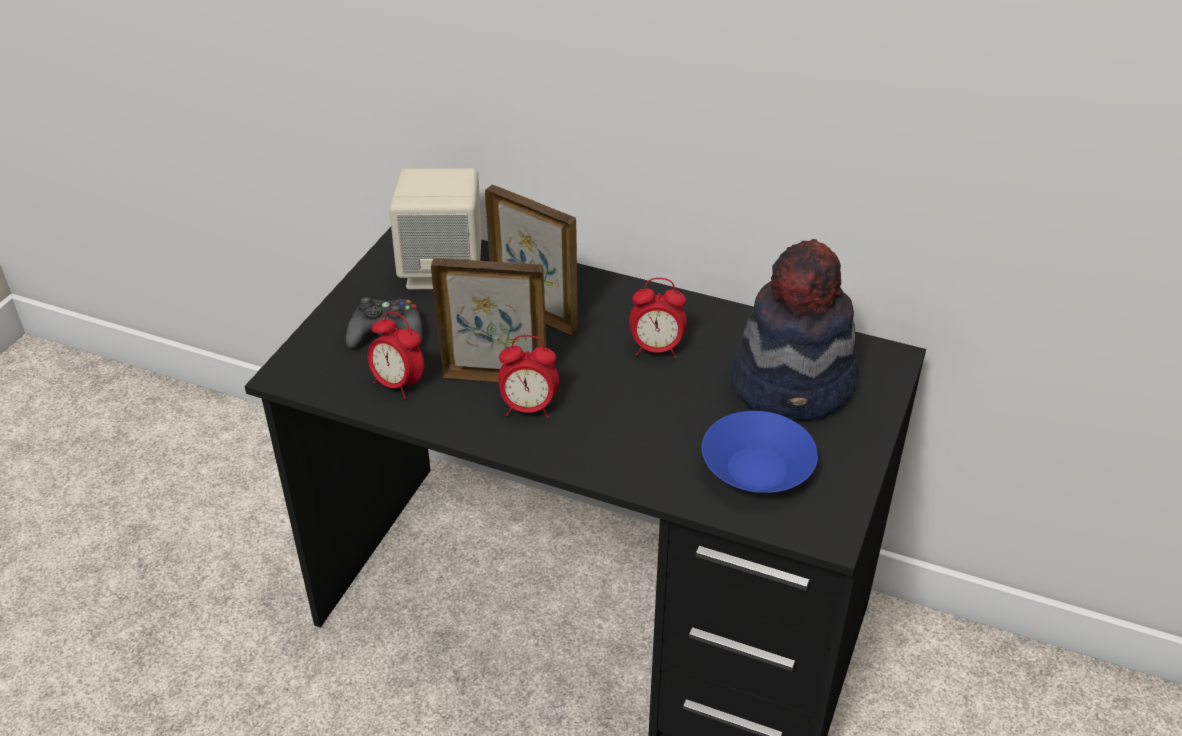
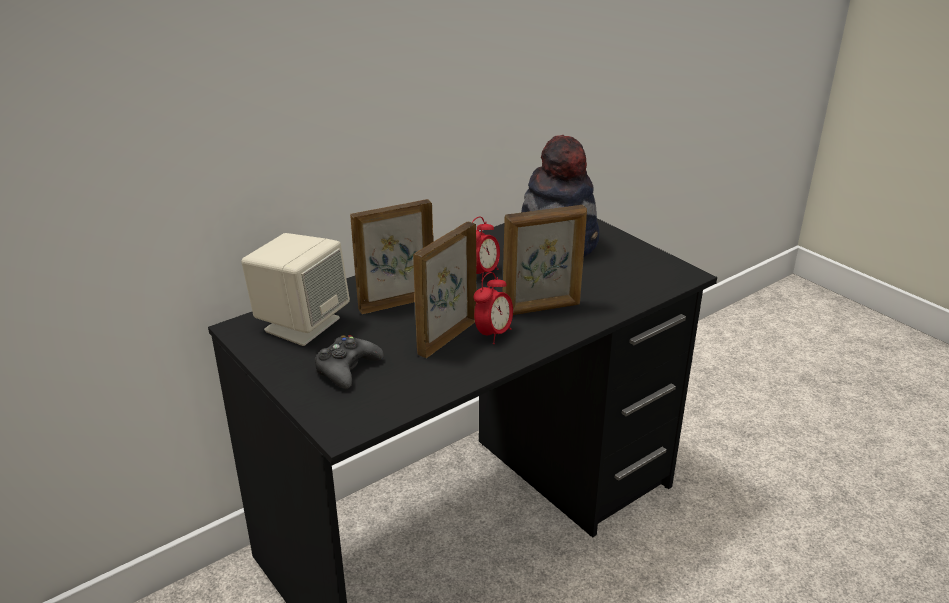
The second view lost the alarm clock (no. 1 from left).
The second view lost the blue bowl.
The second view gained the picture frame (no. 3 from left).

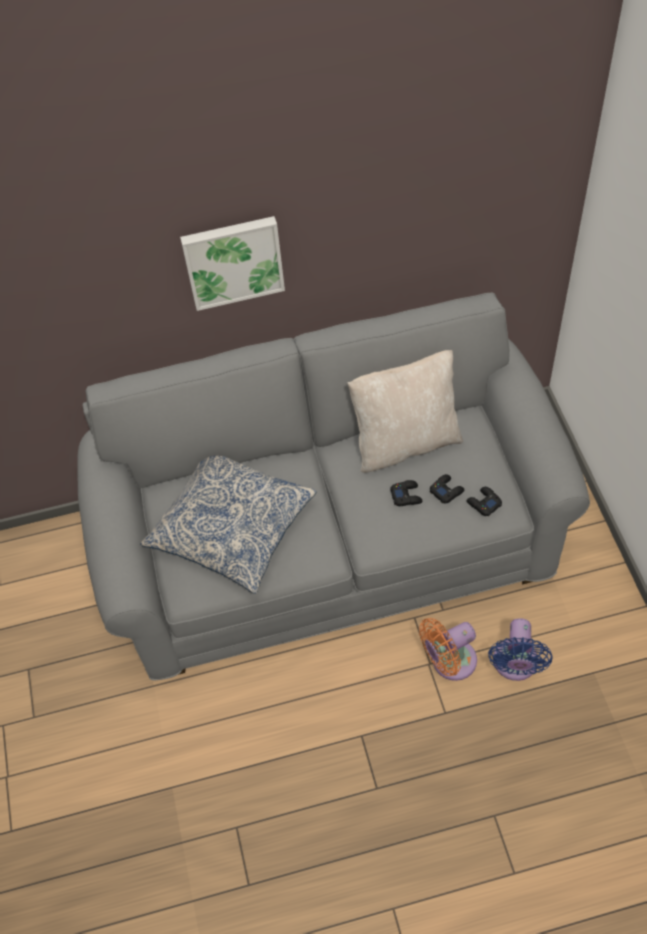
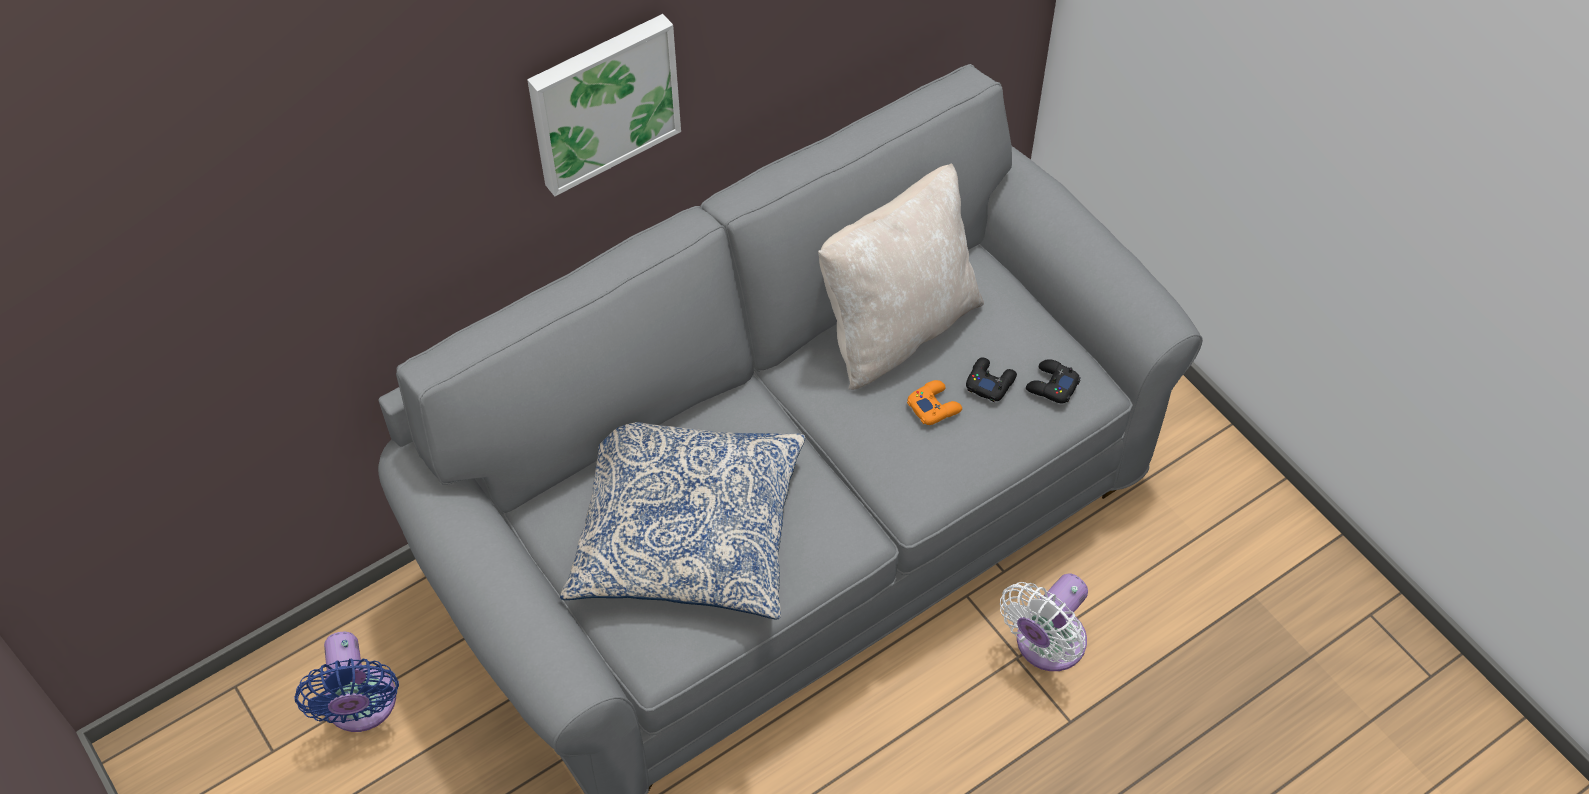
The blue fan ended up elsewhere.
What was the black game controller (no. 1 from left) turned into the orange game controller.
What was the orange fan turned into the white fan.

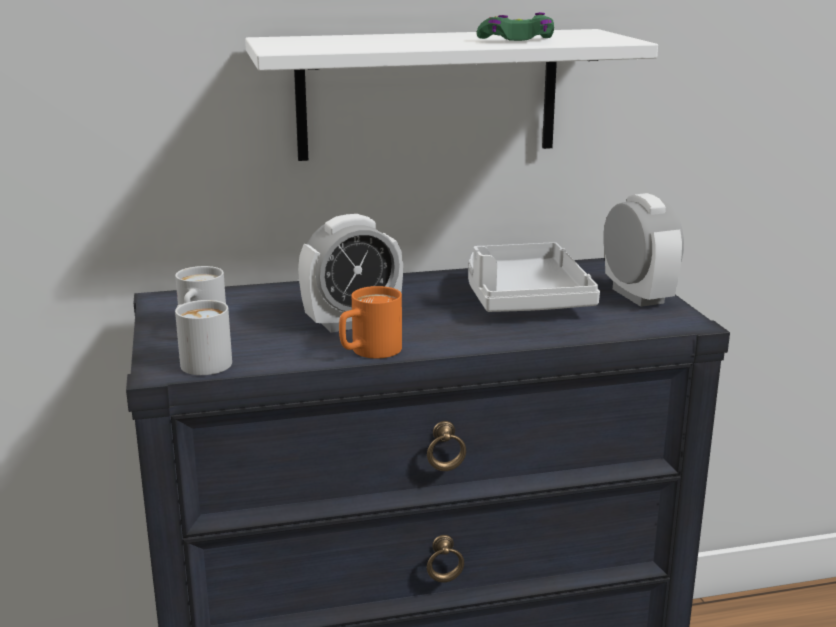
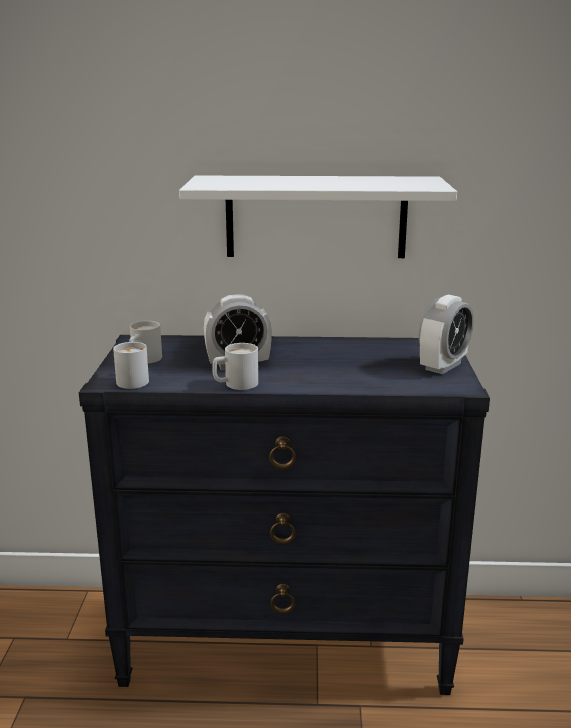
The second view lost the white tray.
The second view lost the green game controller.
What was the orange mug turned into the white mug (no. 3 from left).
The alarm clock (no. 2 from left) ended up facing another way, 45 degrees clockwise from before.

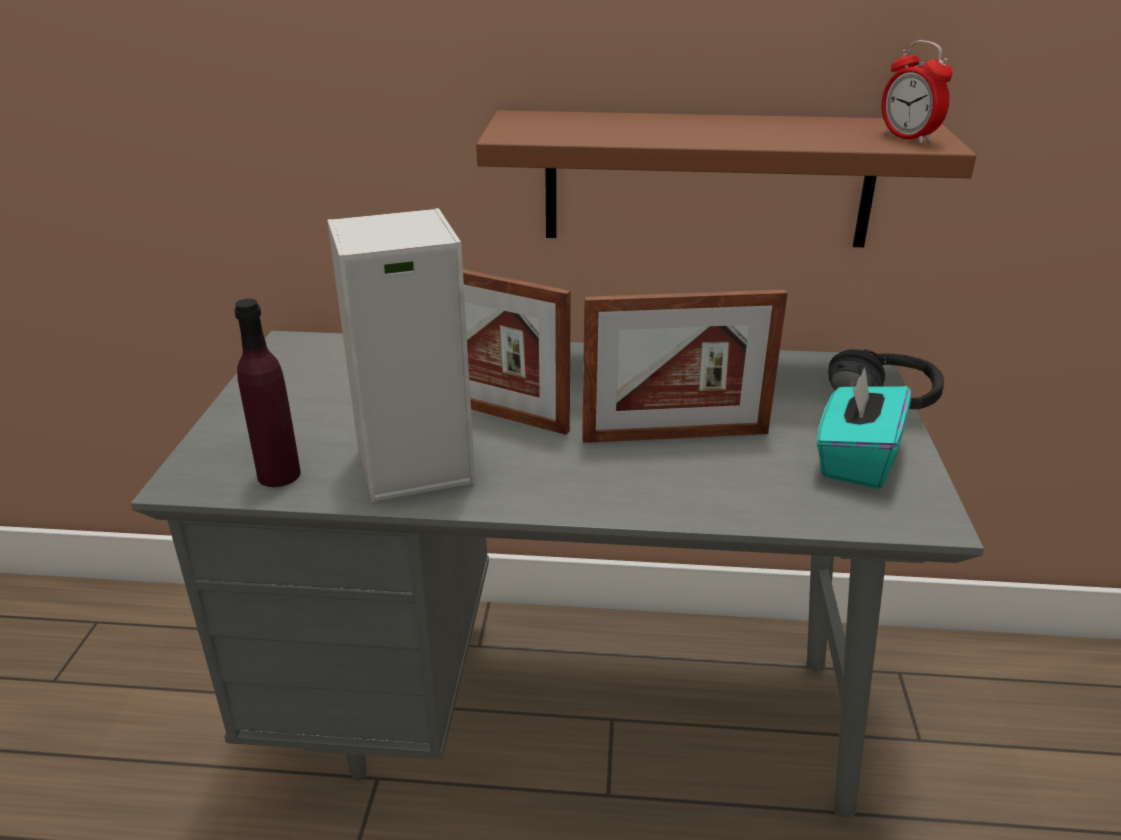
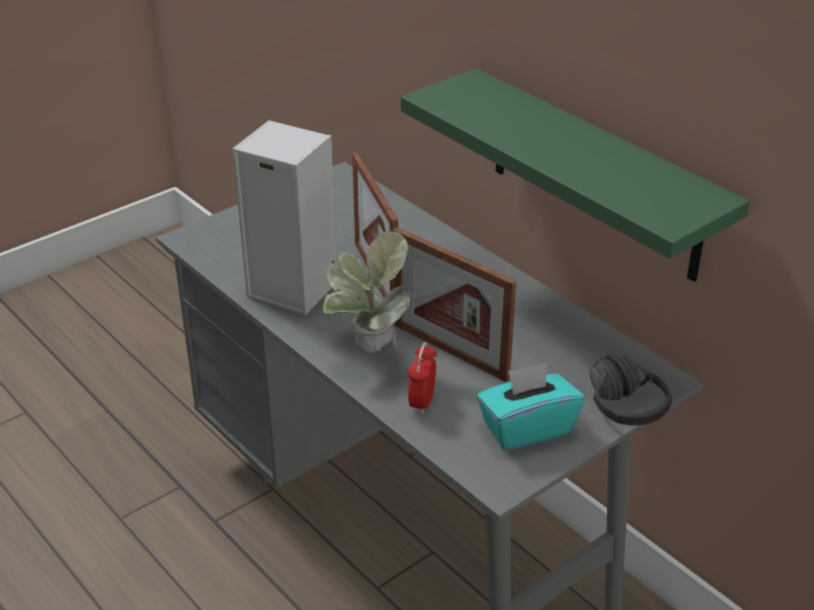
The second view lost the purple bottle.
The second view gained the potted plant.
The alarm clock ended up elsewhere.
What was the brown shelf turned into the green shelf.

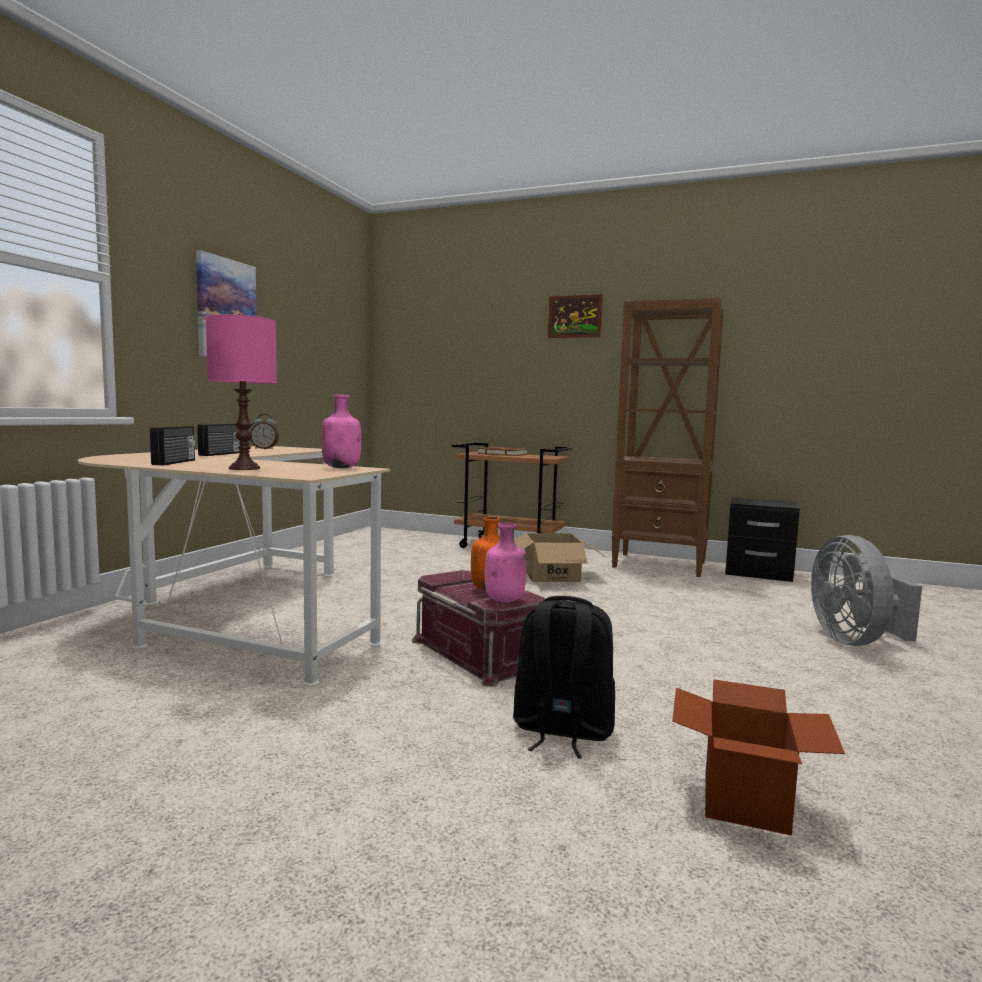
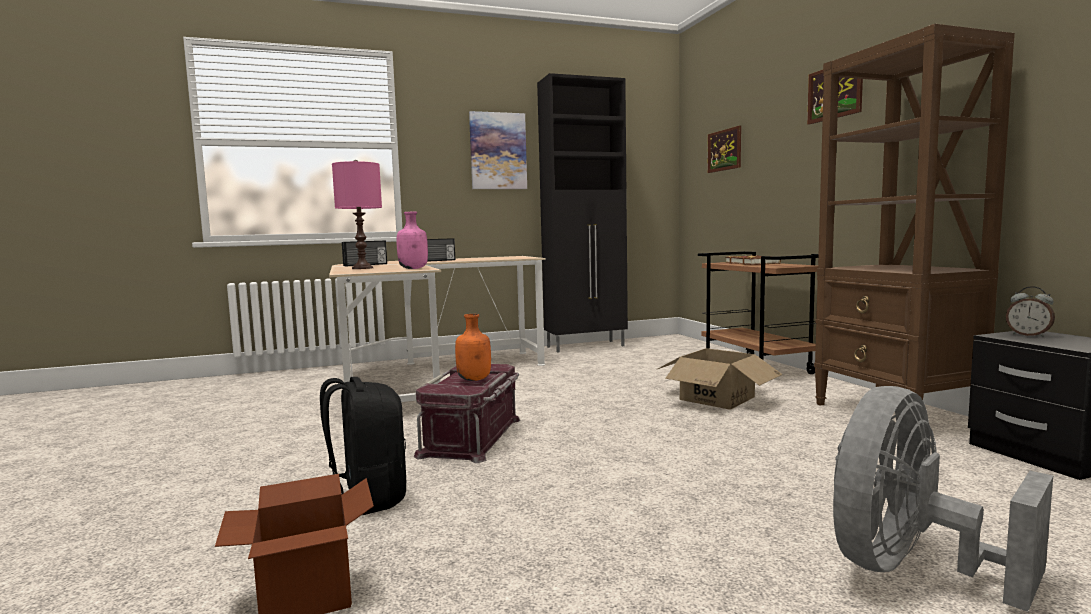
The second view lost the pink bottle (no. 2 from left).
The second view gained the black cabinet.
The second view gained the picture (no. 2 from left).
The alarm clock ended up elsewhere.

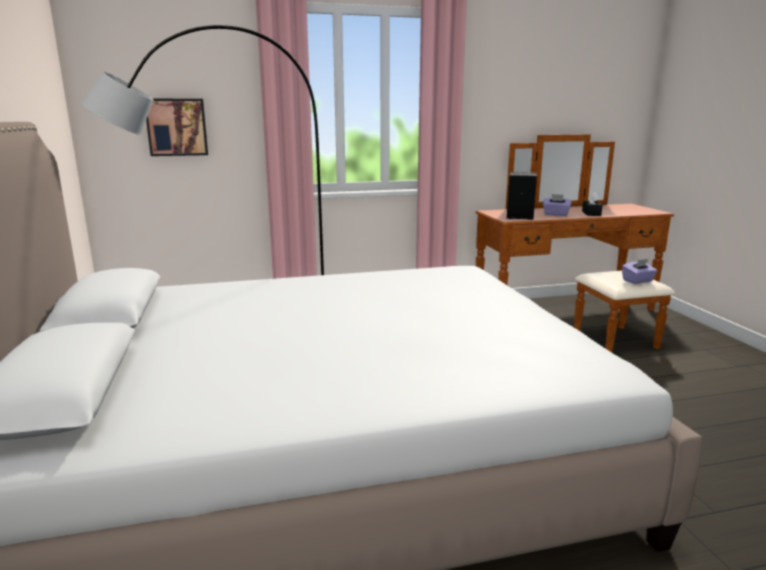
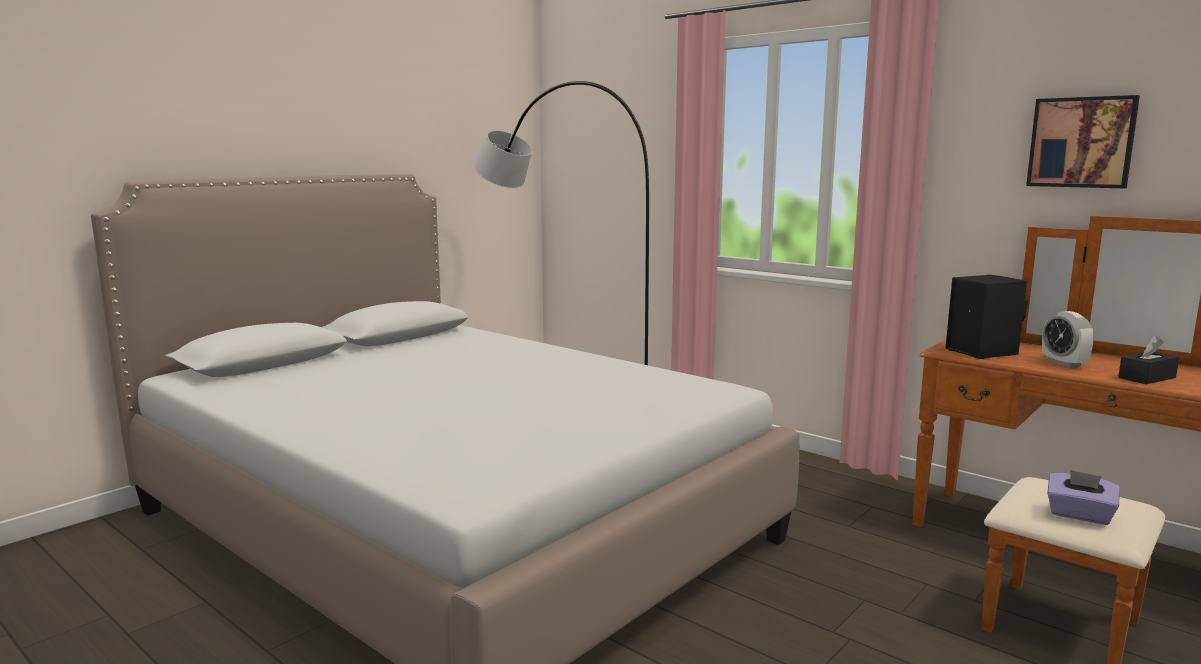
The picture ended up elsewhere.
Where the purple tissue box (no. 1 from left) stood, the alarm clock came to stand.

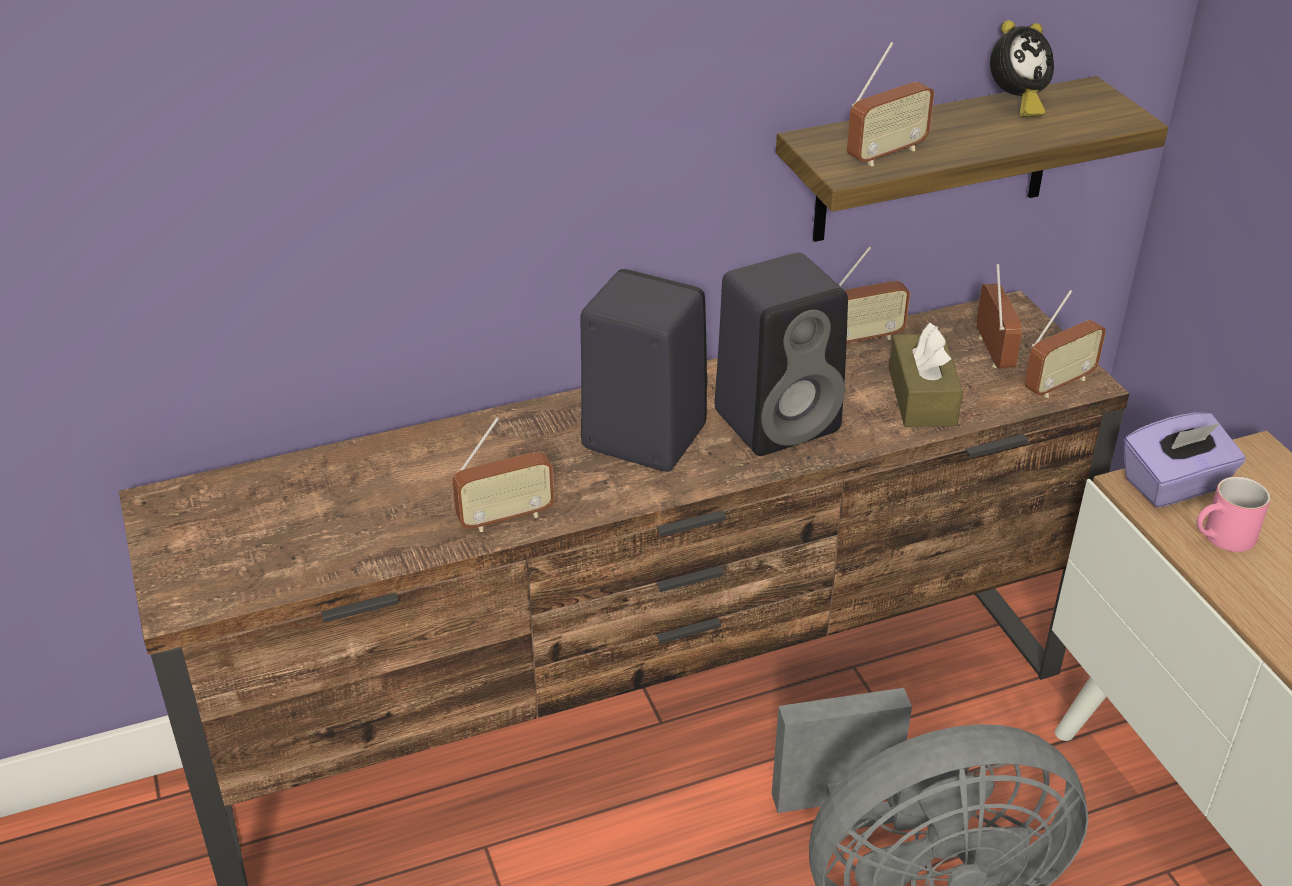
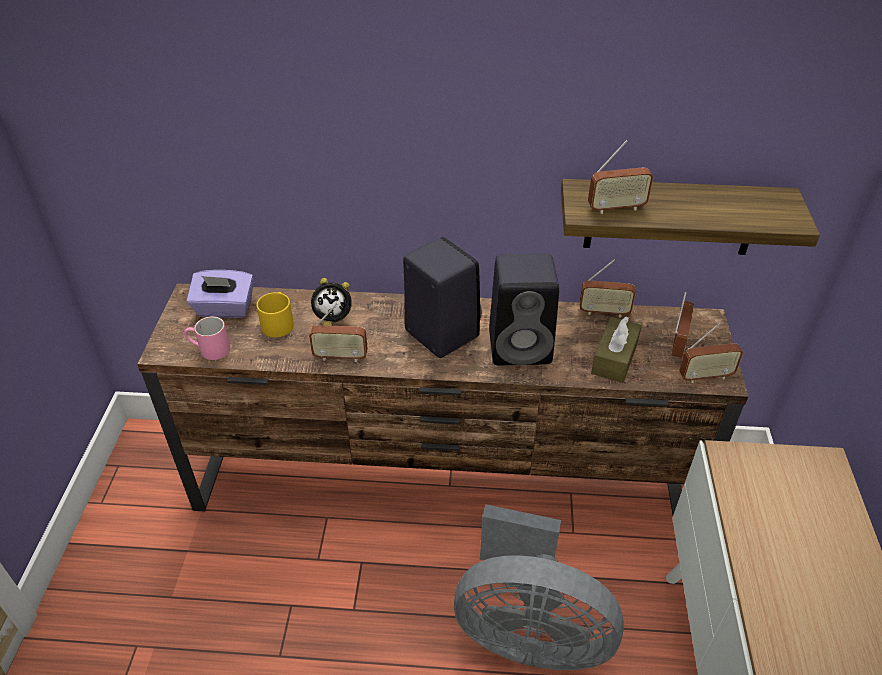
The second view gained the yellow mug.
The alarm clock ended up elsewhere.
The purple tissue box ended up elsewhere.
The pink mug ended up elsewhere.

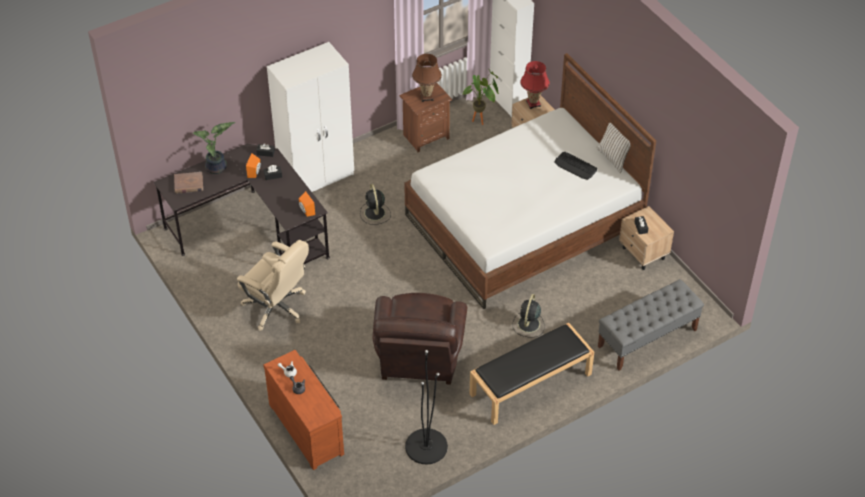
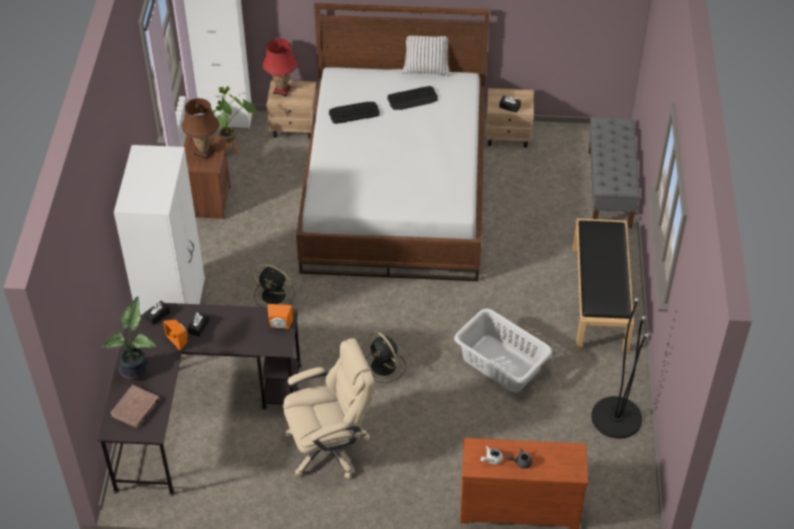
The second view gained the keyboard (no. 1 from left).
The black fan (no. 2 from left) ended up elsewhere.
Where the brown armchair stood, the grey laundry basket came to stand.

